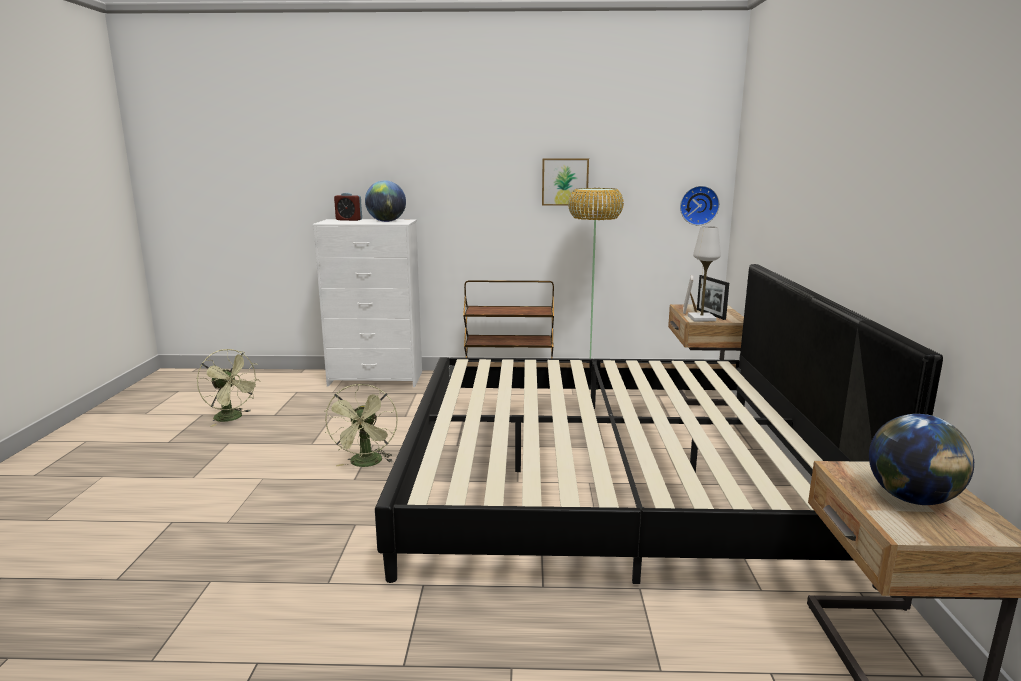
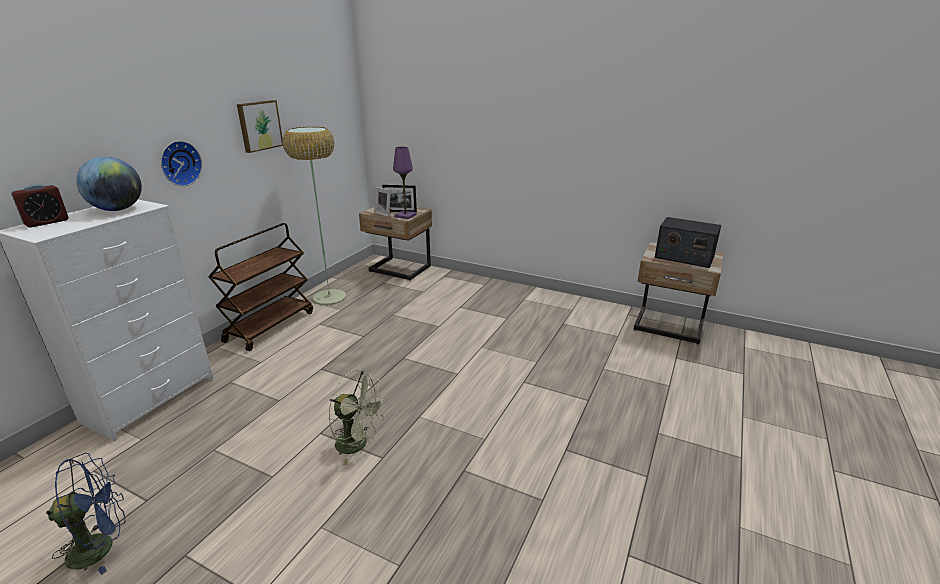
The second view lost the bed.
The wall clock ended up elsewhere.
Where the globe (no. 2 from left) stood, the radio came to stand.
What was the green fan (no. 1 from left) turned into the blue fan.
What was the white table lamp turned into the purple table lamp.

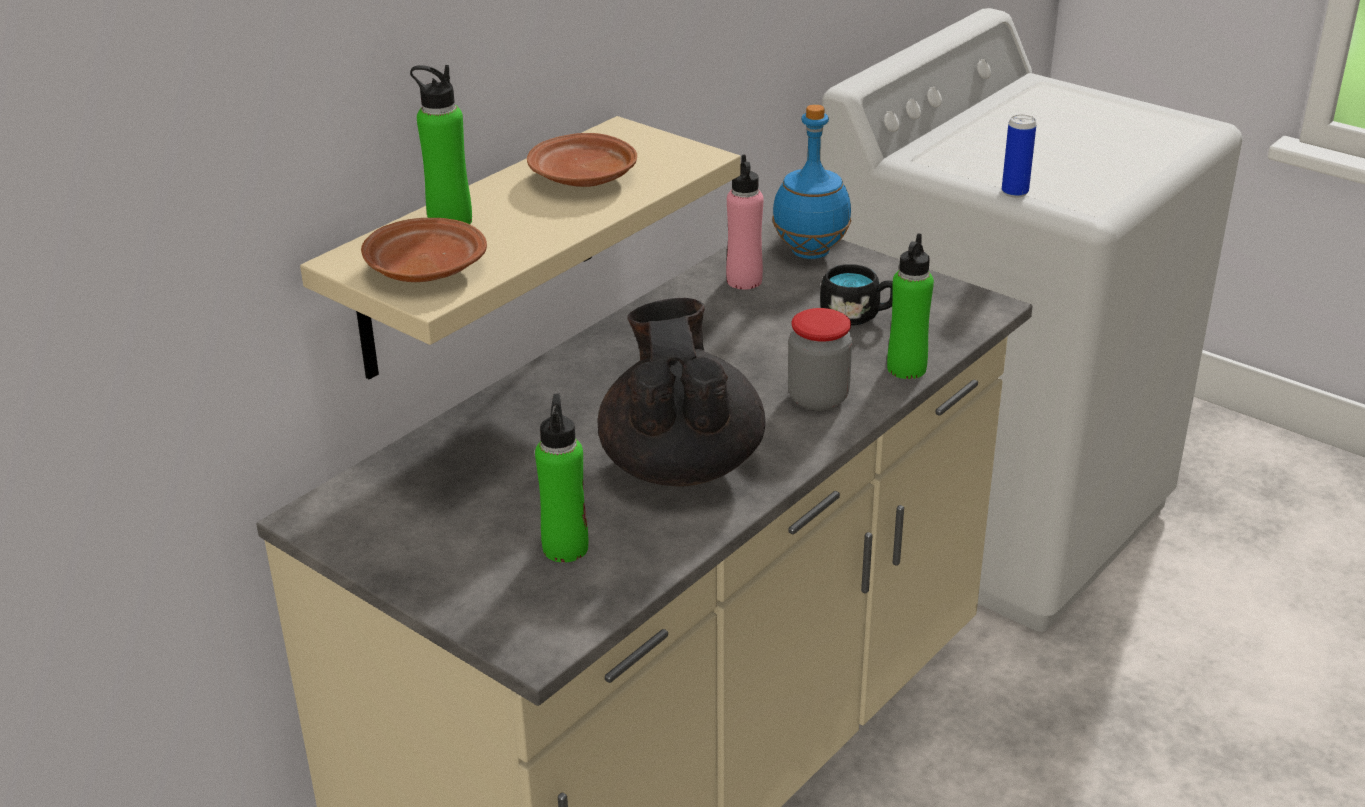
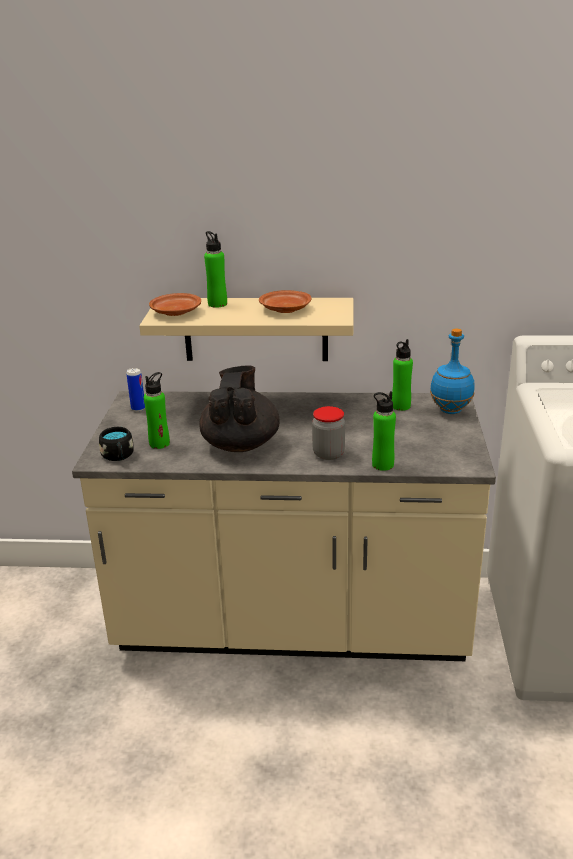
The black mug ended up elsewhere.
The can ended up elsewhere.
What was the pink bottle turned into the green bottle (no. 4 from left).
The black teapot ended up facing another way, 45 degrees counterclockwise from before.

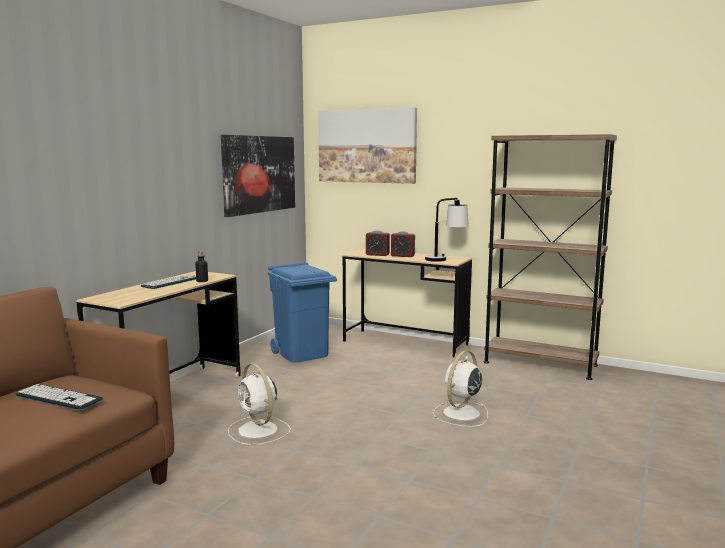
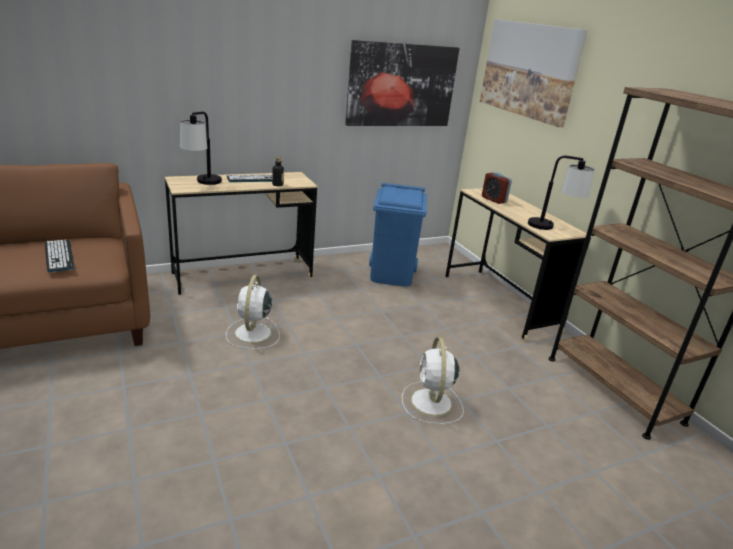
The second view lost the alarm clock (no. 2 from left).
The second view gained the table lamp (no. 1 from left).
The white fan (no. 2 from left) ended up facing another way, 75 degrees counterclockwise from before.

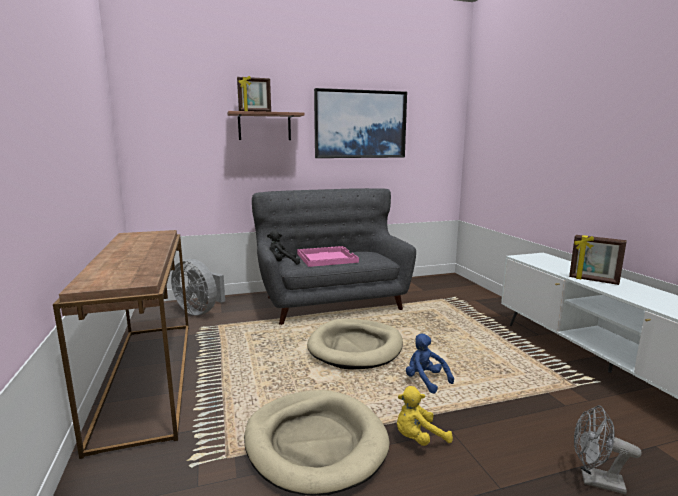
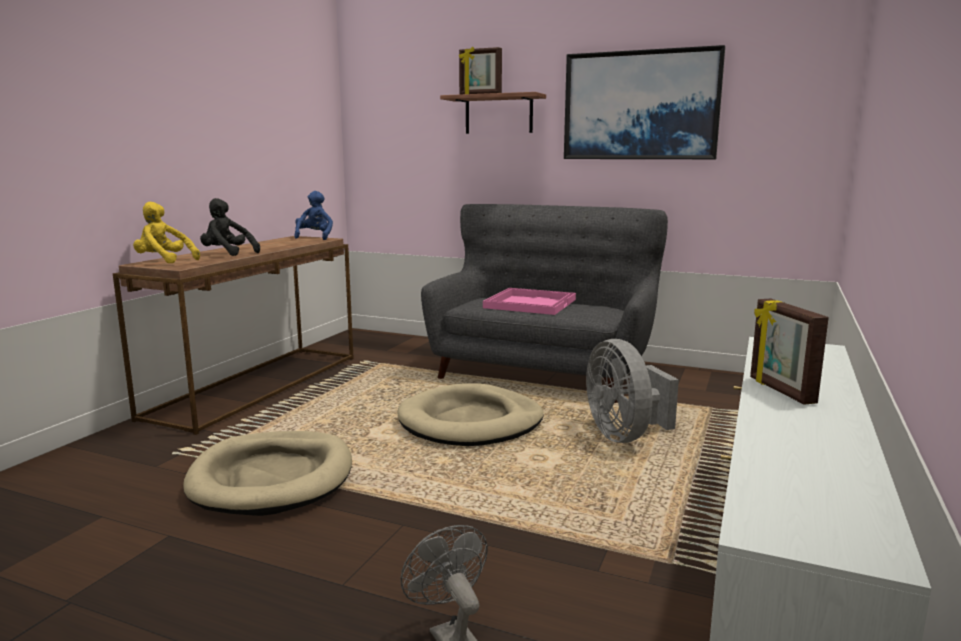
The grey fan (no. 1 from left in the first image) ended up elsewhere.
The black plush toy ended up elsewhere.
The yellow plush toy ended up elsewhere.
The blue plush toy ended up elsewhere.

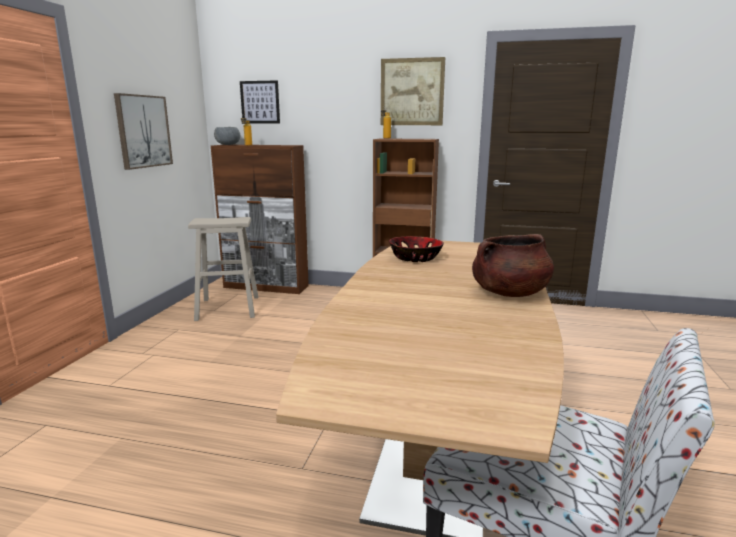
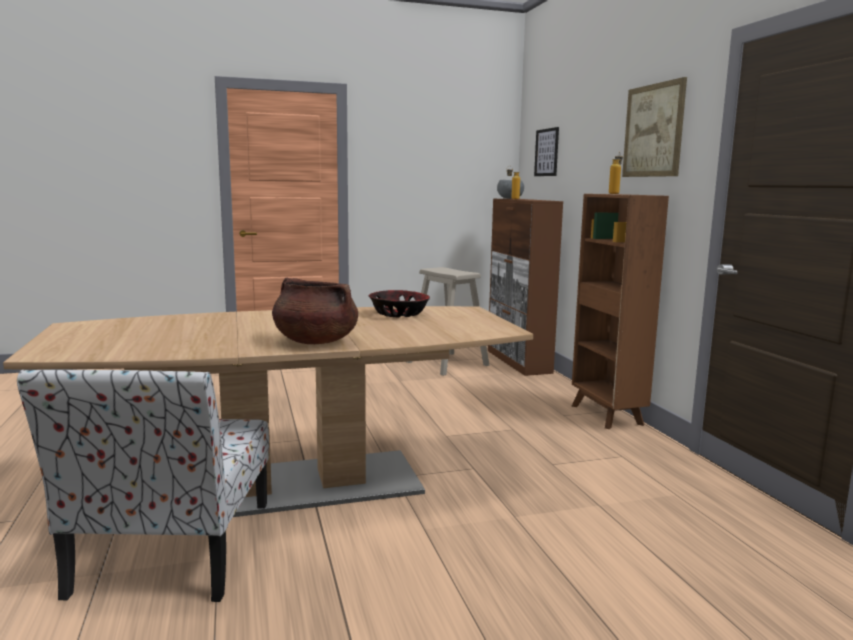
The second view lost the picture (no. 1 from left).

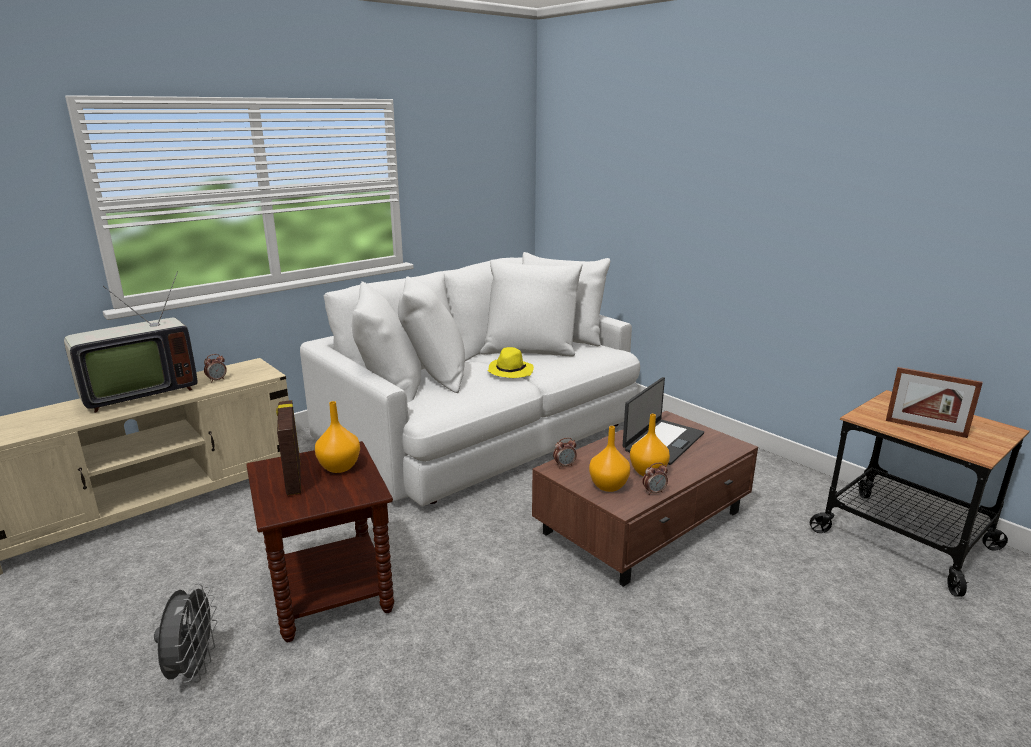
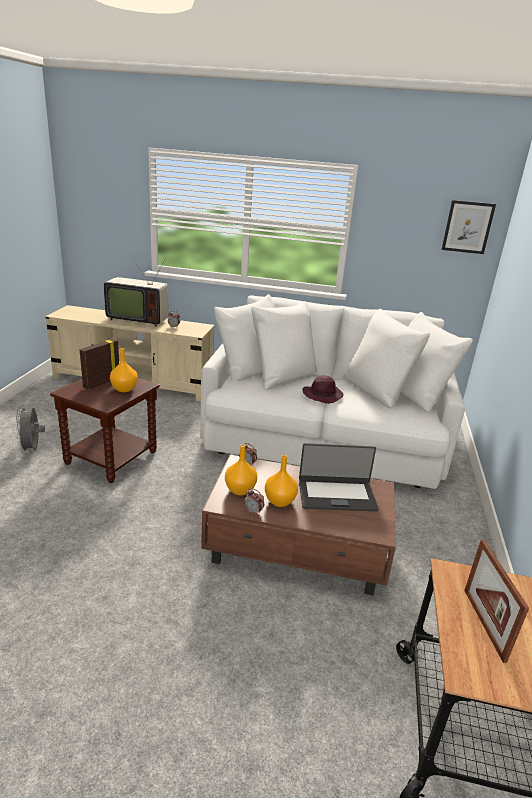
The second view gained the picture.
What was the yellow hat turned into the purple hat.
The grey fan ended up facing another way, 120 degrees clockwise from before.

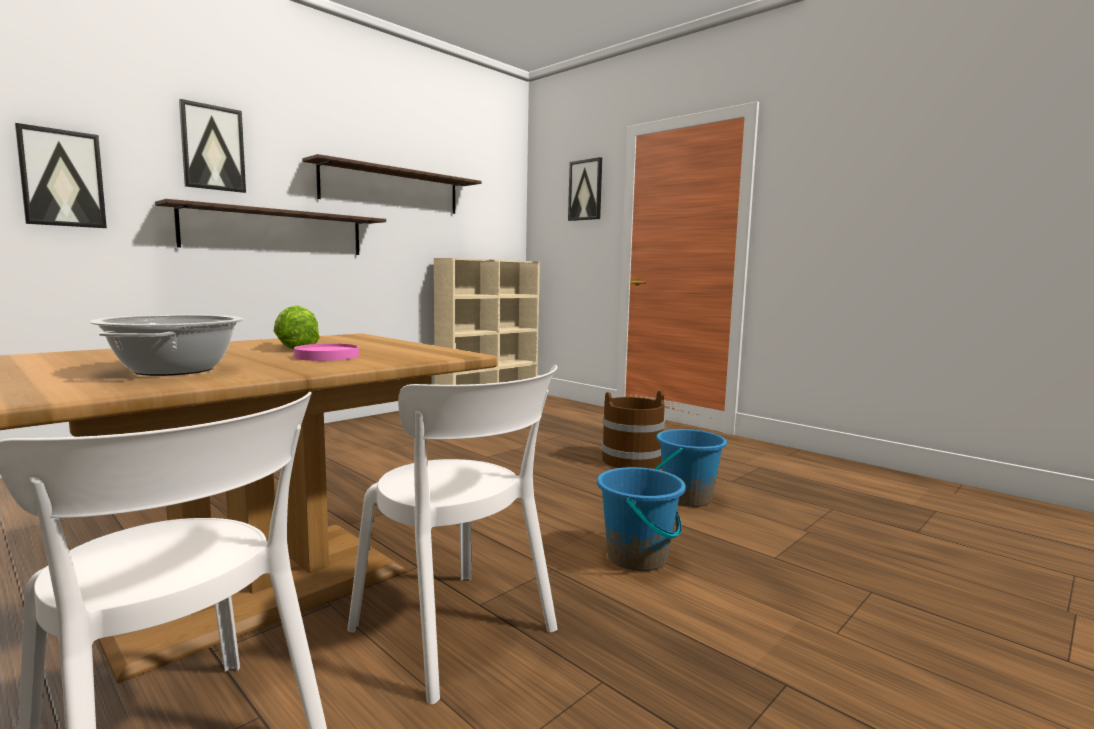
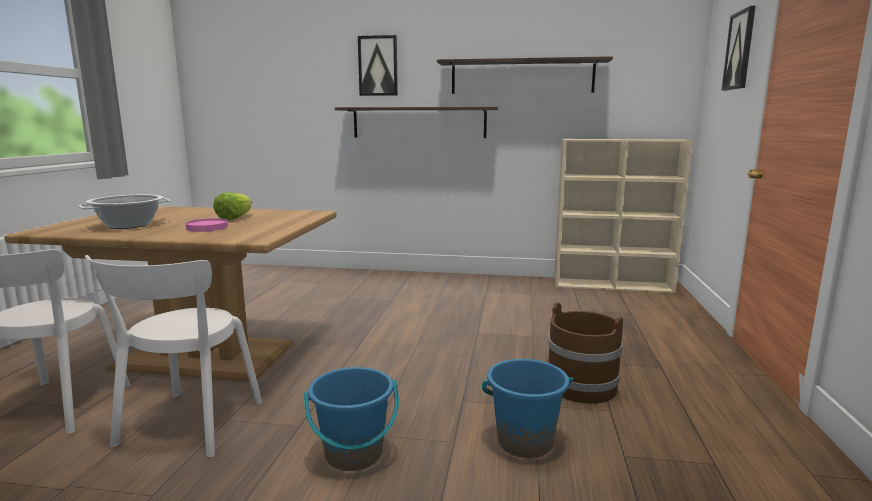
The second view lost the picture (no. 1 from left).

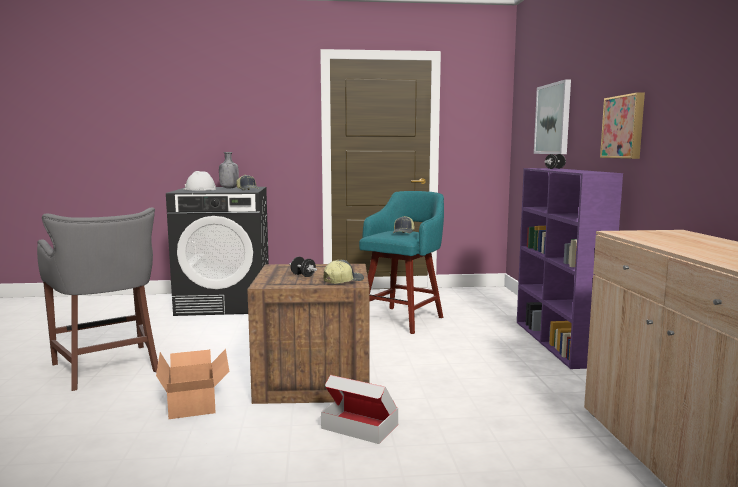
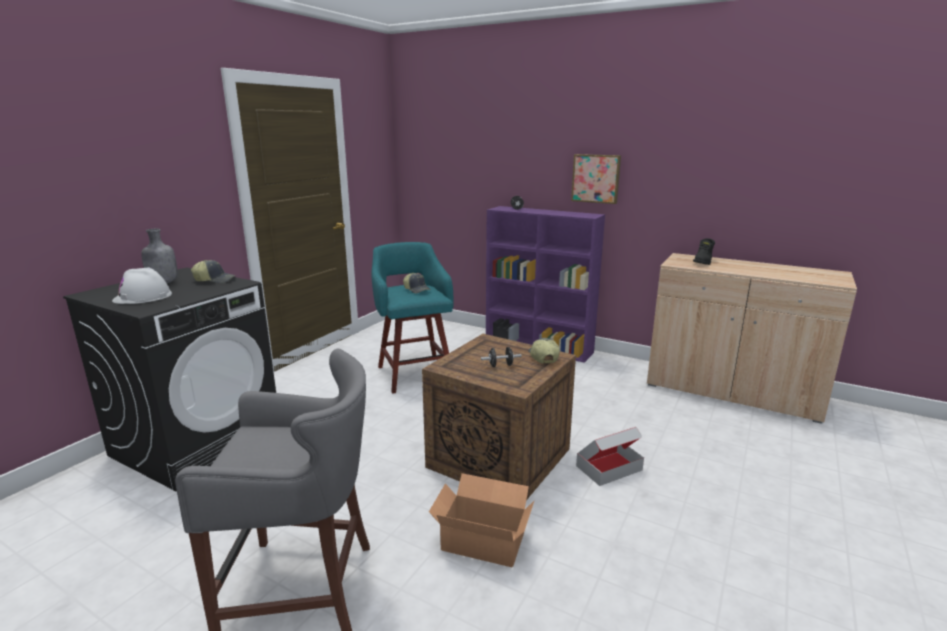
The second view lost the picture (no. 1 from left).
The second view gained the black boot.

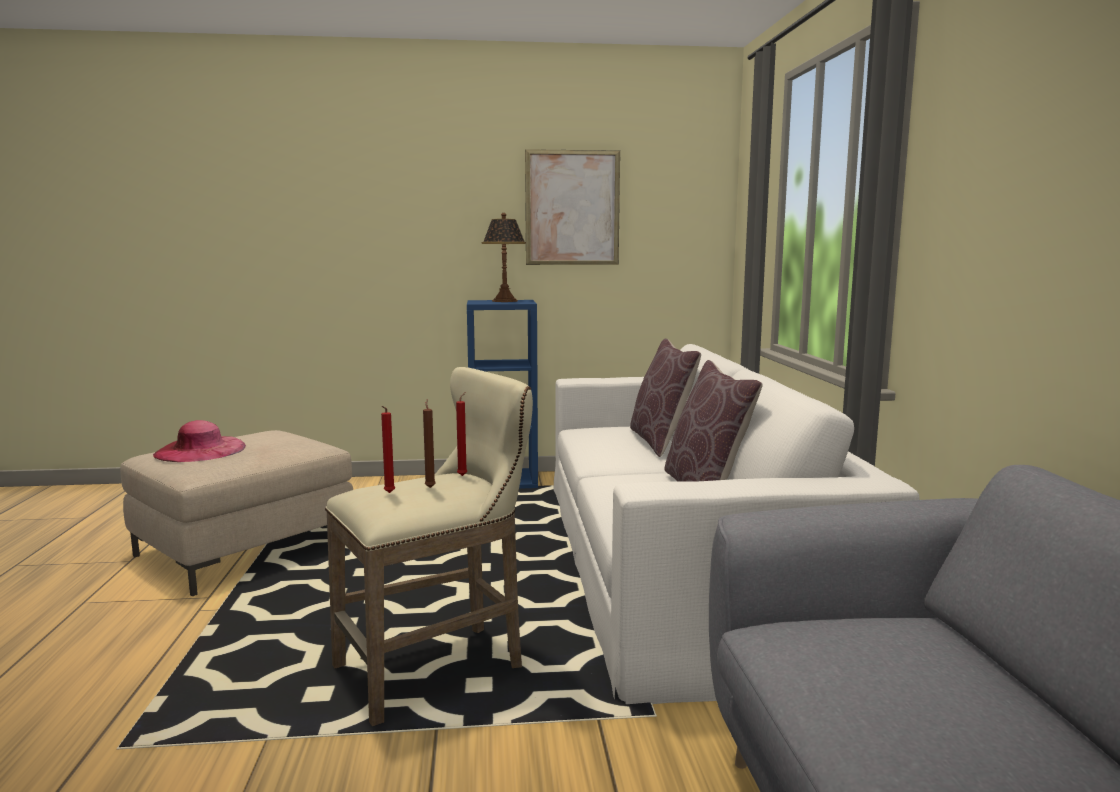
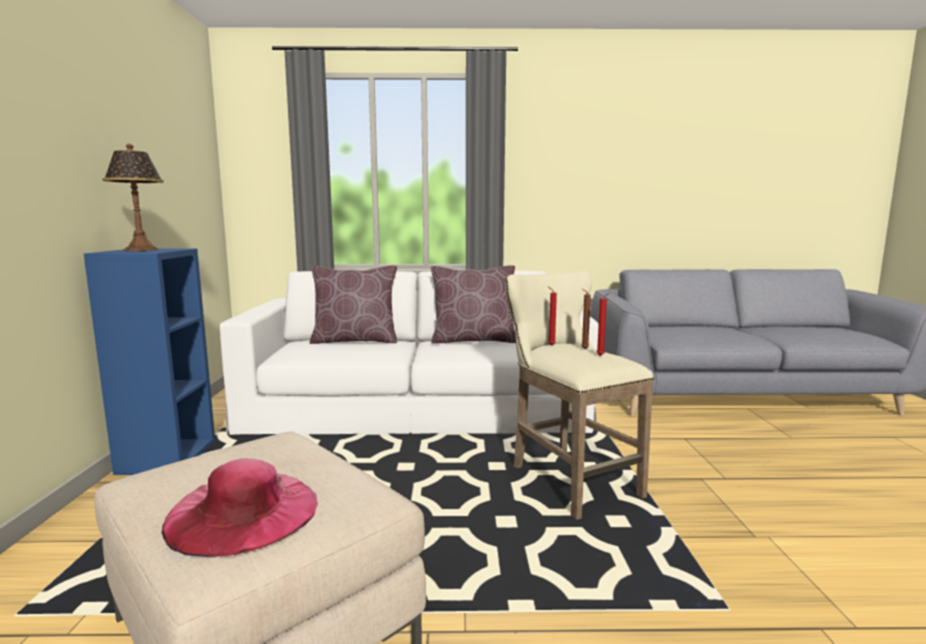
The second view lost the picture.

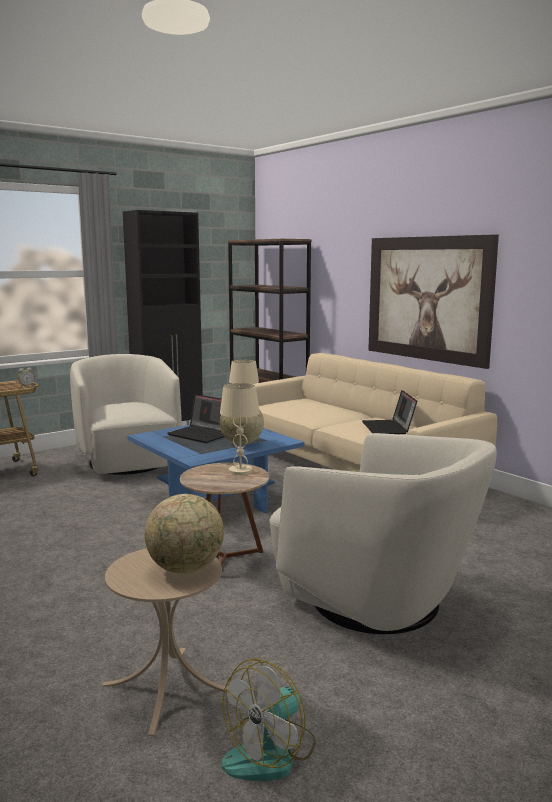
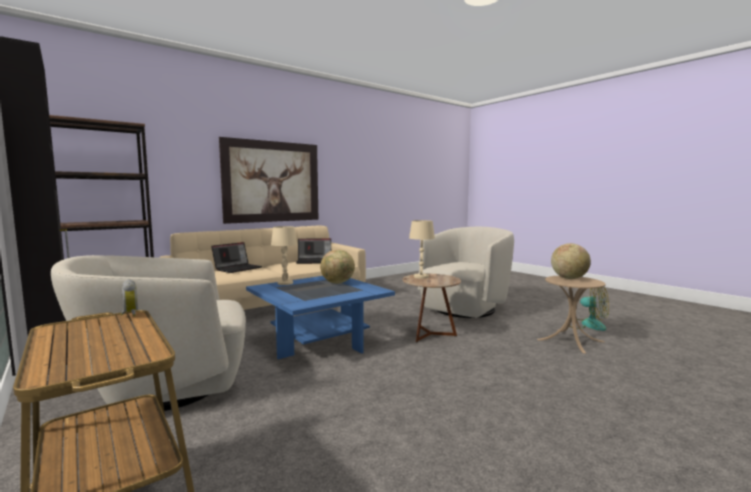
The laptop (no. 1 from left) ended up elsewhere.

